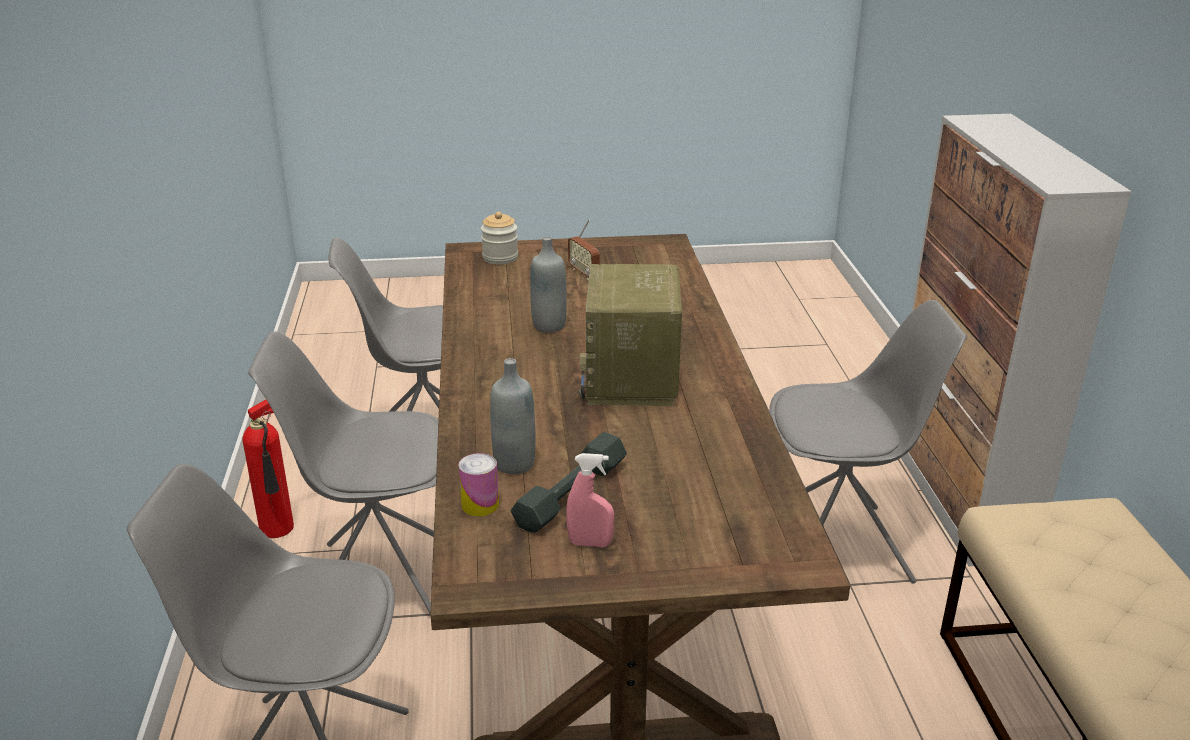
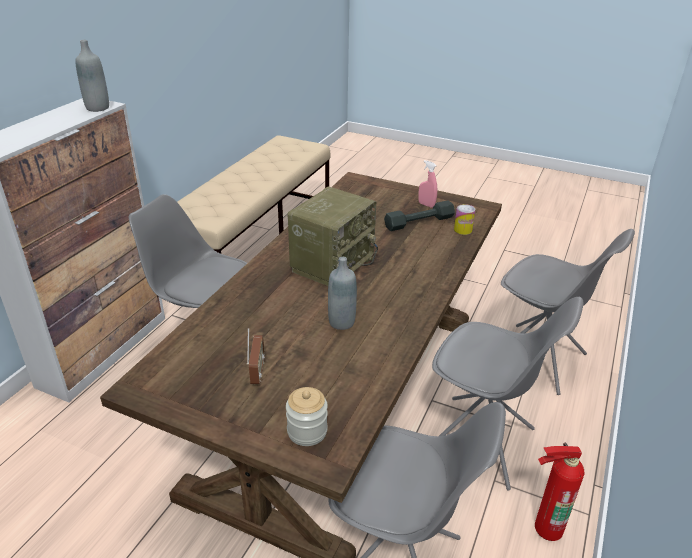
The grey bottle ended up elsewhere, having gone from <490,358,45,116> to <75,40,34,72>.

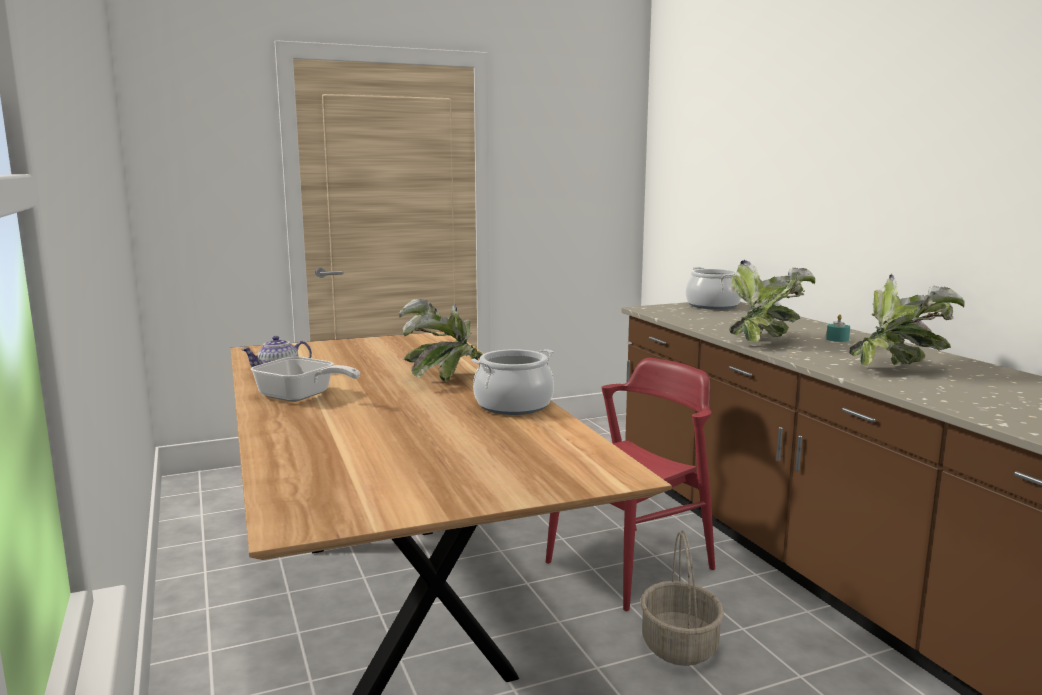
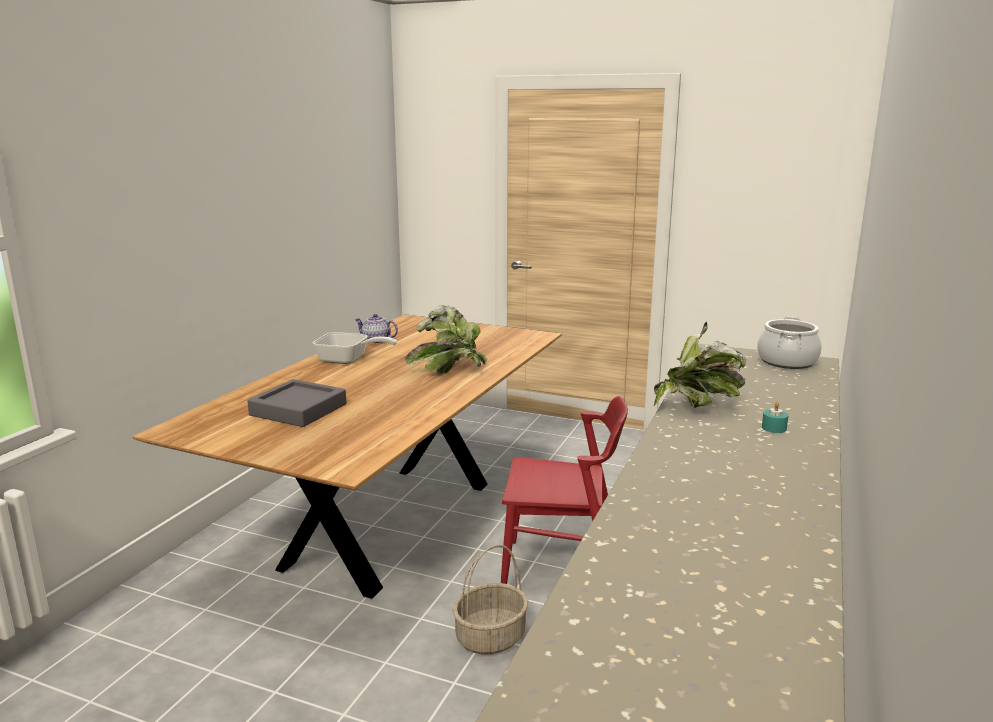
The second view lost the cooking pot at <472,349,82,66>.
The second view lost the potted plant at <849,274,115,92>.
The second view gained the grey tray at <247,379,99,48>.
The frying pan at <251,357,109,45> ended up facing another way, 60 degrees counterclockwise from before.

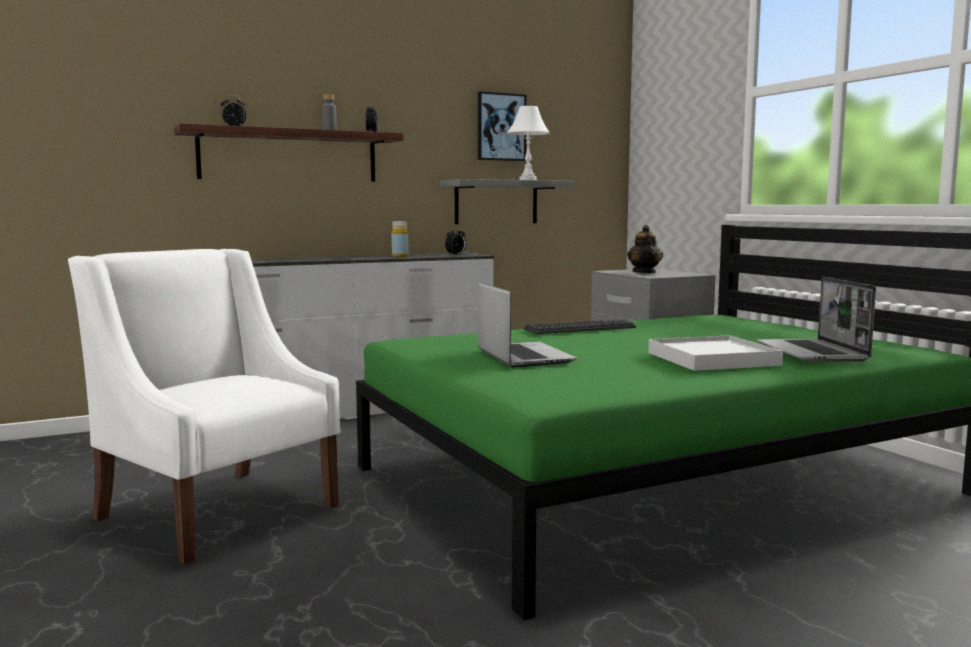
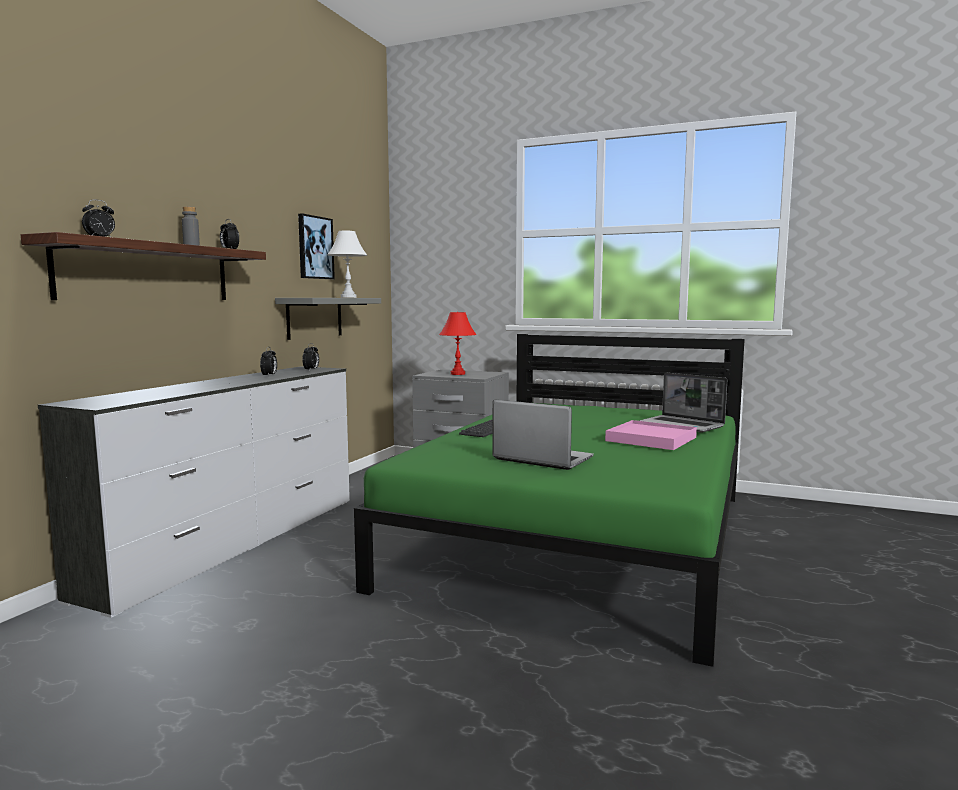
The second view lost the white armchair at <68,249,272,316>.
Where the yellow bottle stood at <392,221,16,36>, the alarm clock came to stand at <260,347,17,29>.
Where the teapot stood at <627,225,36,49>, the red table lamp came to stand at <439,312,37,63>.
What was the white tray at <649,335,134,36> turned into the pink tray at <605,420,92,30>.

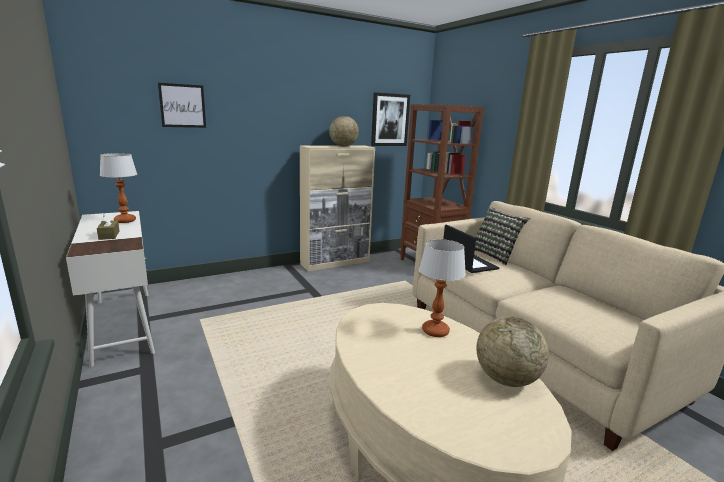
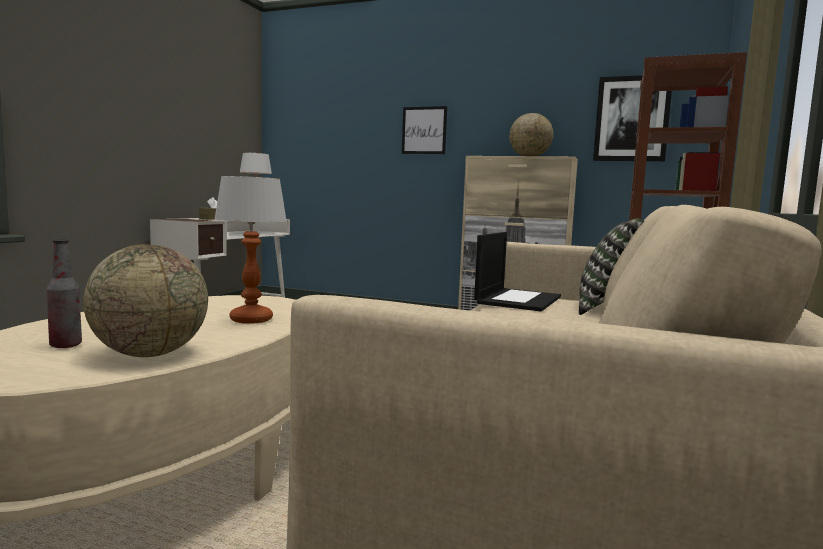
The second view gained the bottle at <47,239,35,109>.
The picture ended up elsewhere, having gone from <158,83,48,45> to <402,106,45,48>.

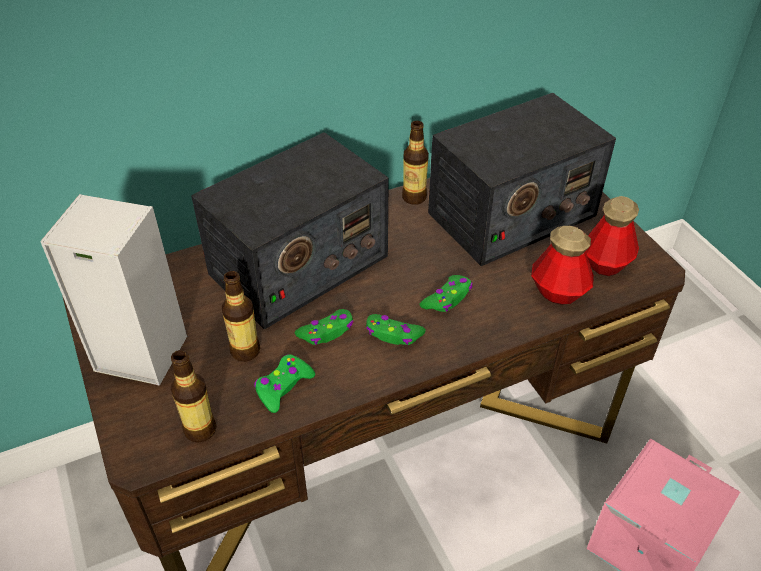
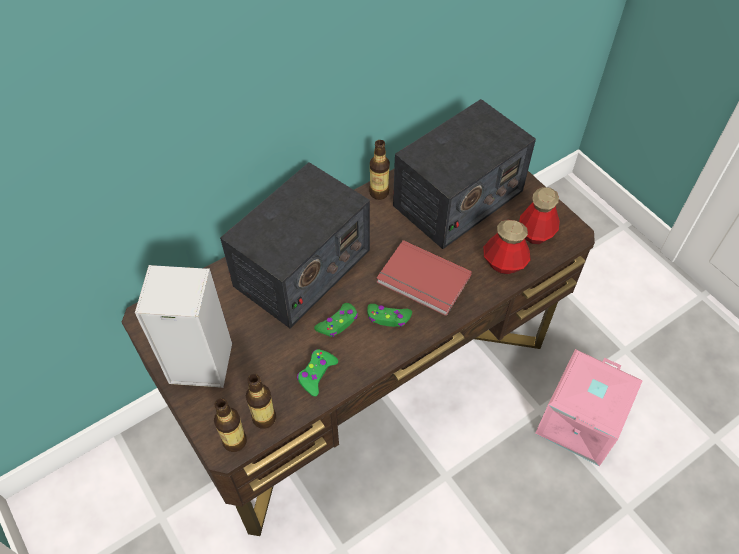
The bottle ended up elsewhere, having gone from <222,271,38,91> to <214,398,33,54>.
Where the green game controller stood at <420,275,53,37>, the red book came to stand at <376,240,96,76>.

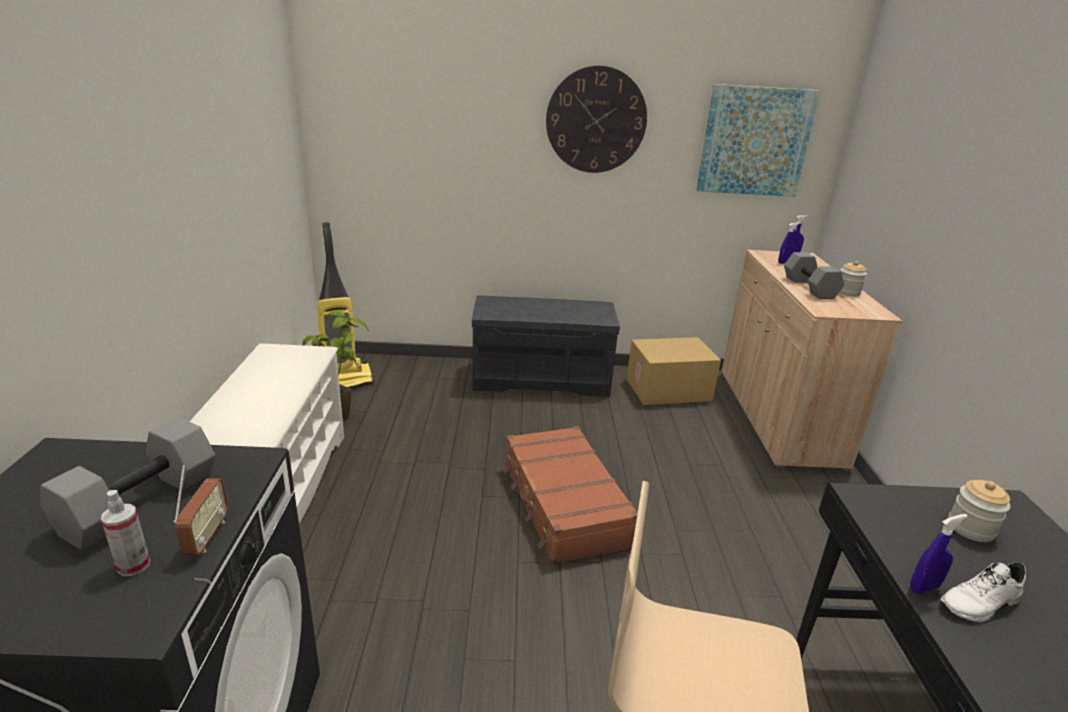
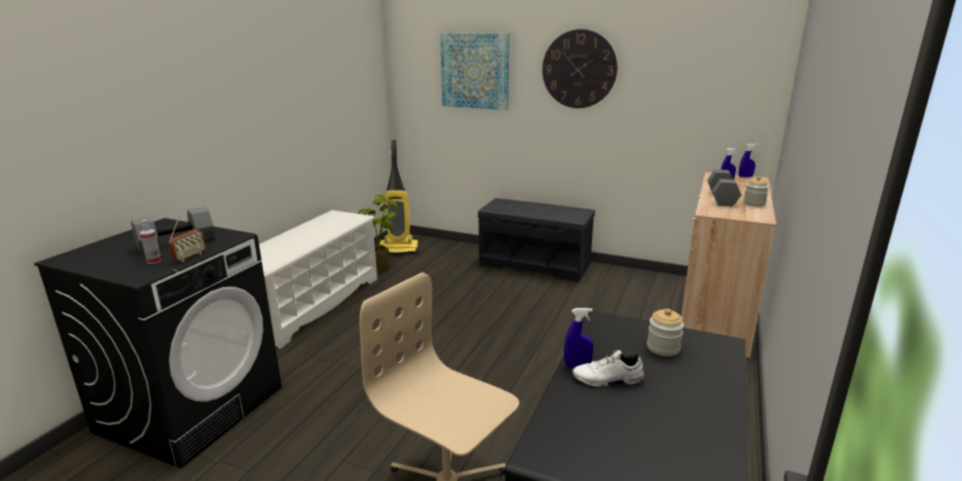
The second view lost the brown suitcase at <503,426,135,138>.
The second view lost the cardboard box at <626,337,95,68>.
The picture ended up elsewhere, having gone from <696,84,124,113> to <440,33,69,77>.

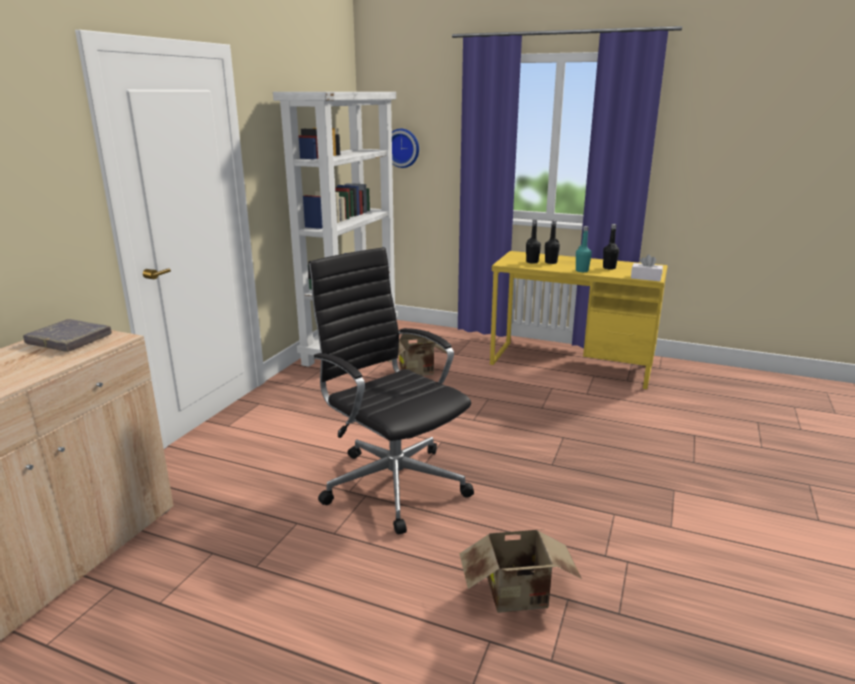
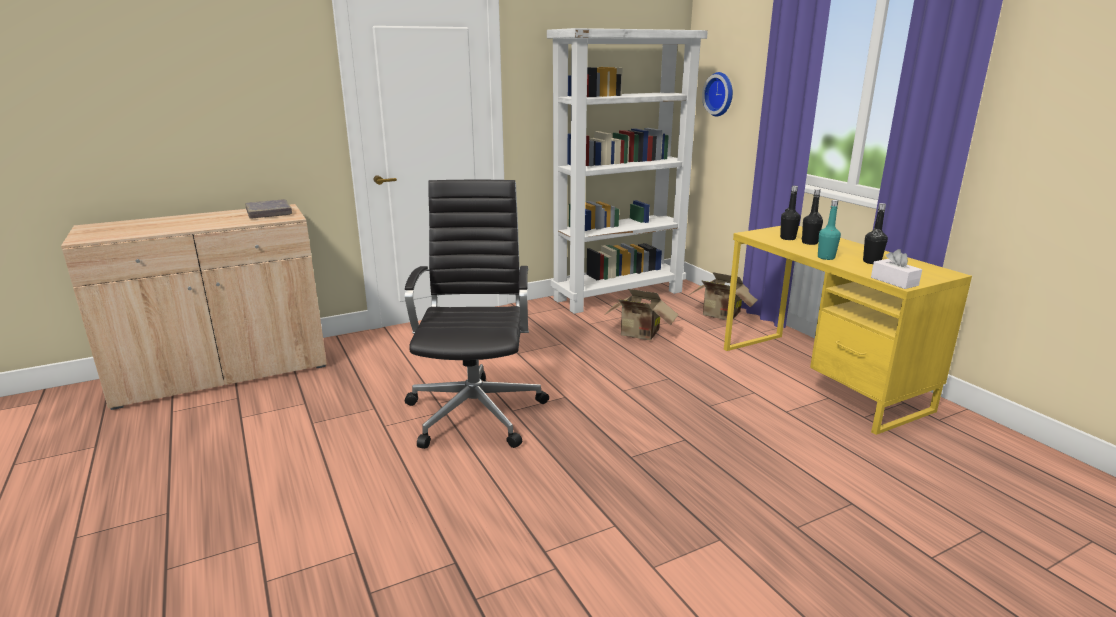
The cardboard box ended up elsewhere, having gone from <459,529,123,84> to <689,272,69,48>.

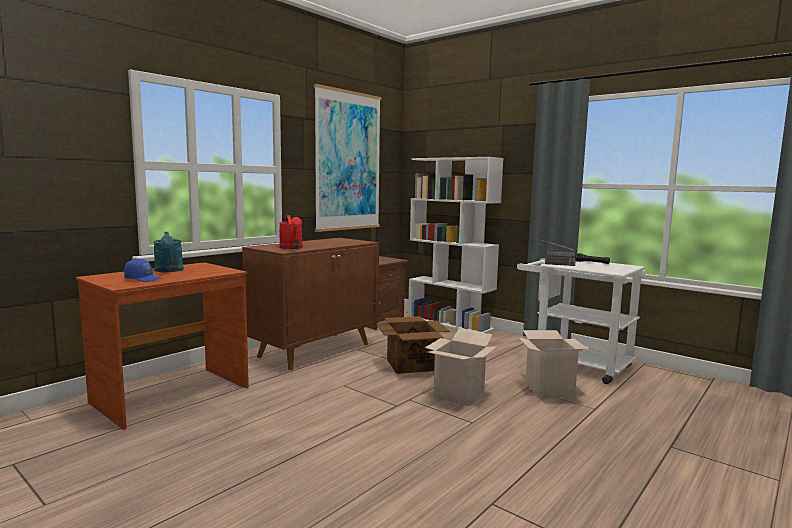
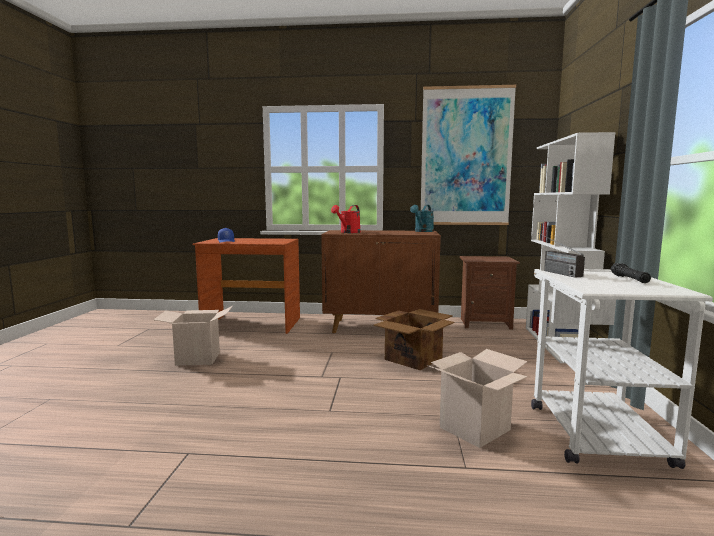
The turquoise watering can ended up elsewhere, having gone from <153,232,31,40> to <410,205,24,27>.
The cardboard box ended up elsewhere, having gone from <425,329,72,77> to <153,306,80,60>.

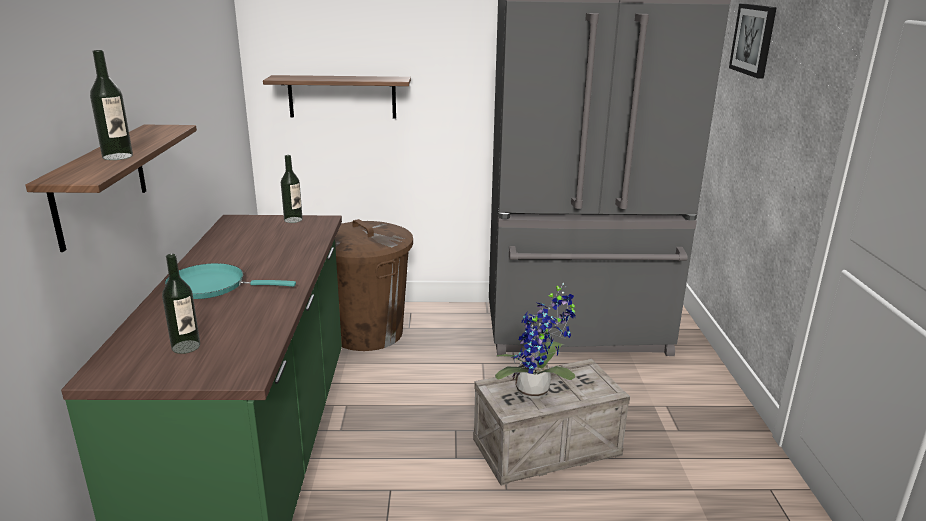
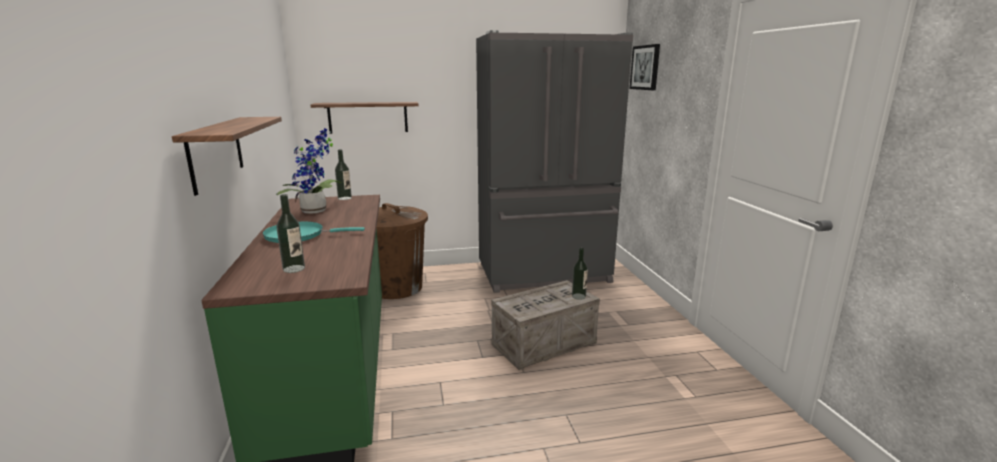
The bottle ended up elsewhere, having gone from <90,50,43,110> to <572,248,16,52>.
The potted plant ended up elsewhere, having gone from <495,283,81,116> to <276,128,66,85>.

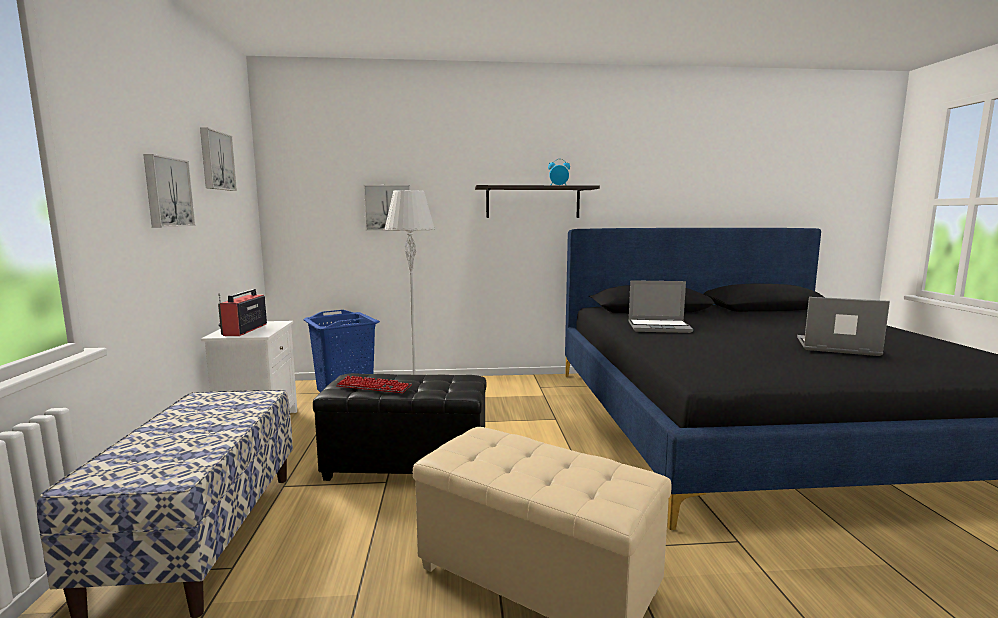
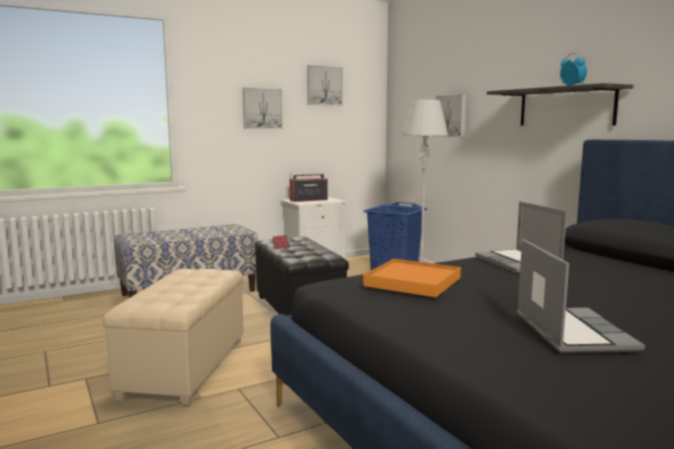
The second view gained the orange tray at <363,259,98,38>.

